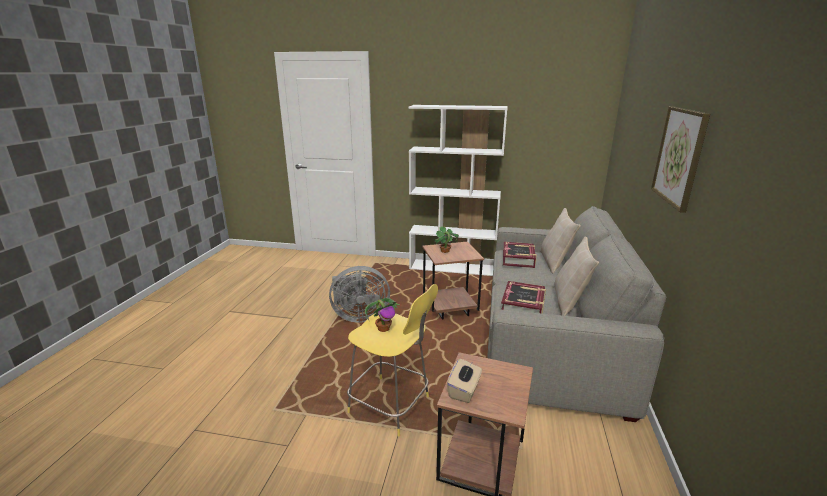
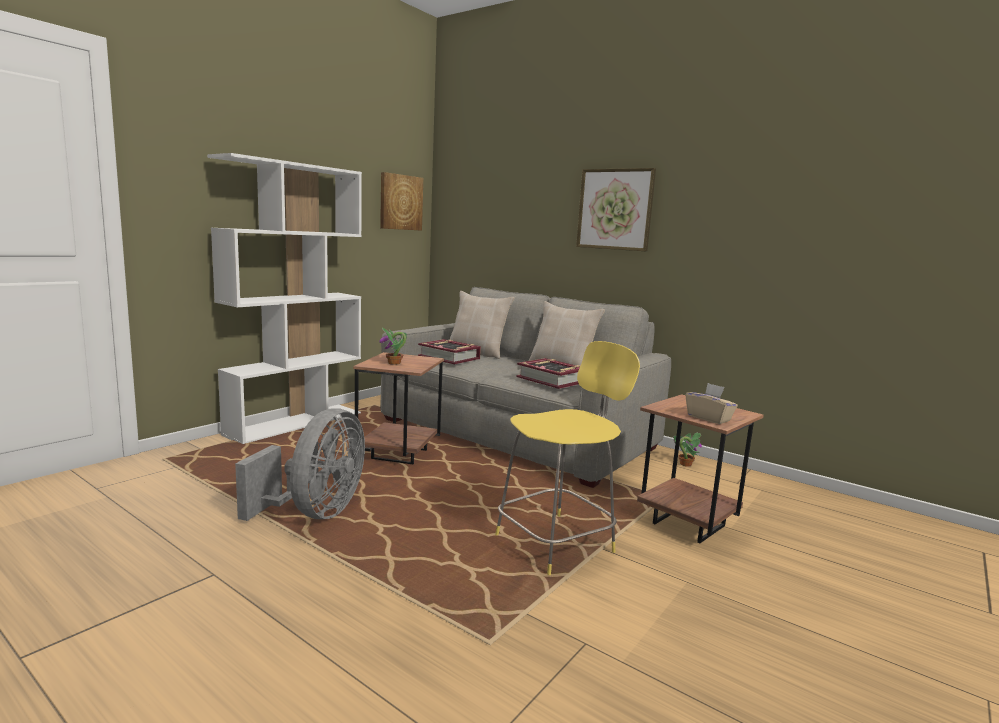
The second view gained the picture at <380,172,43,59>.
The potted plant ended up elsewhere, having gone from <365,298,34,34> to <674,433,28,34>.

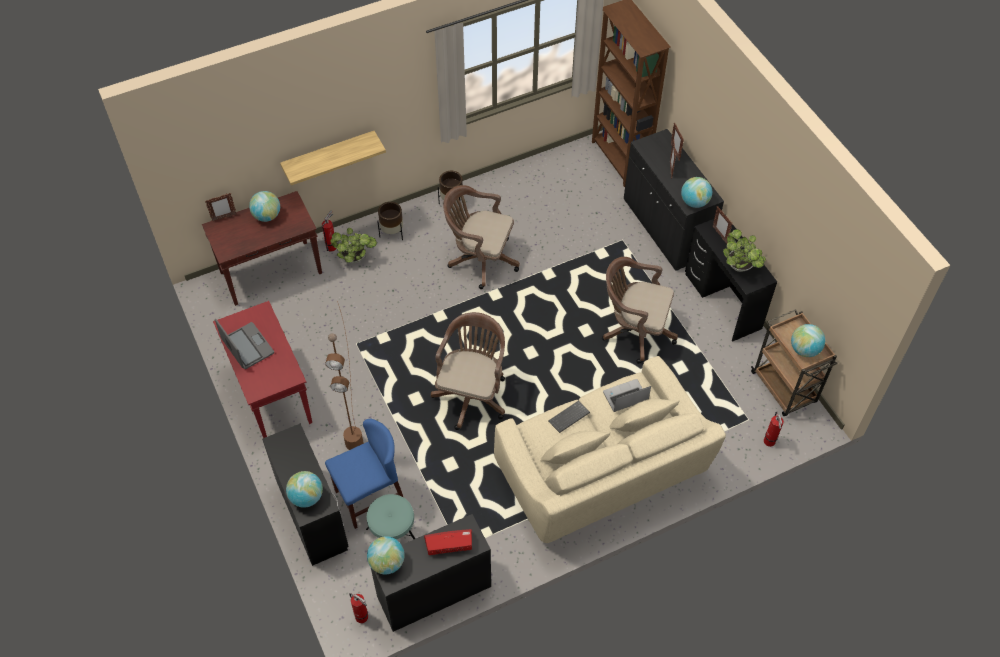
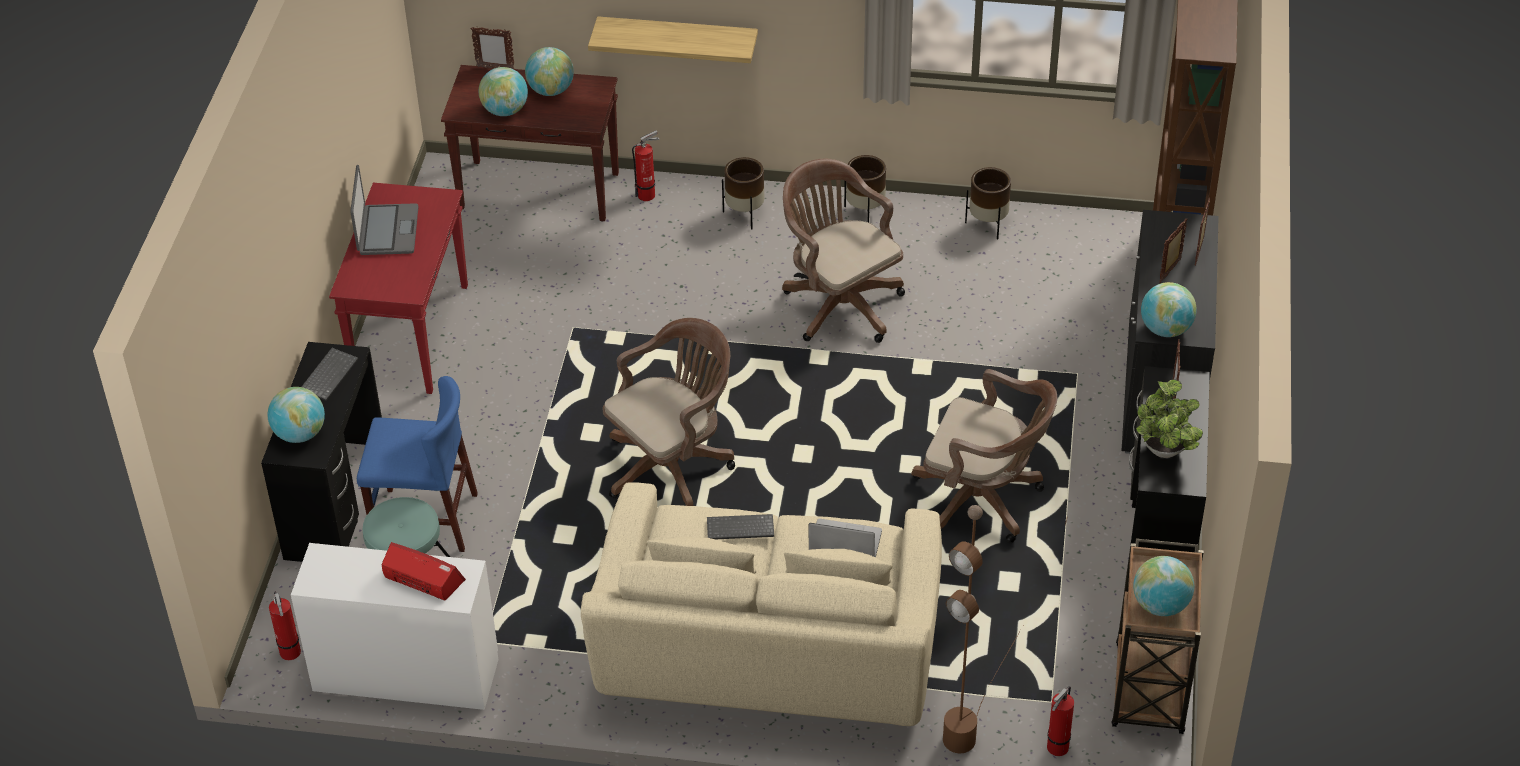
The second view lost the potted plant at <330,228,47,35>.
The second view gained the keyboard at <302,348,56,53>.
The second view gained the brown planter at <965,167,46,73>.
The brown floor lamp ended up elsewhere, having gone from <325,301,38,149> to <943,505,125,248>.
The globe ended up elsewhere, having gone from <367,536,38,39> to <479,67,49,49>.
What was the black desk at <371,514,120,118> turned into the white desk at <291,543,207,167>.
The brown office chair at <602,257,76,107> ended up facing another way, 150 degrees clockwise from before.

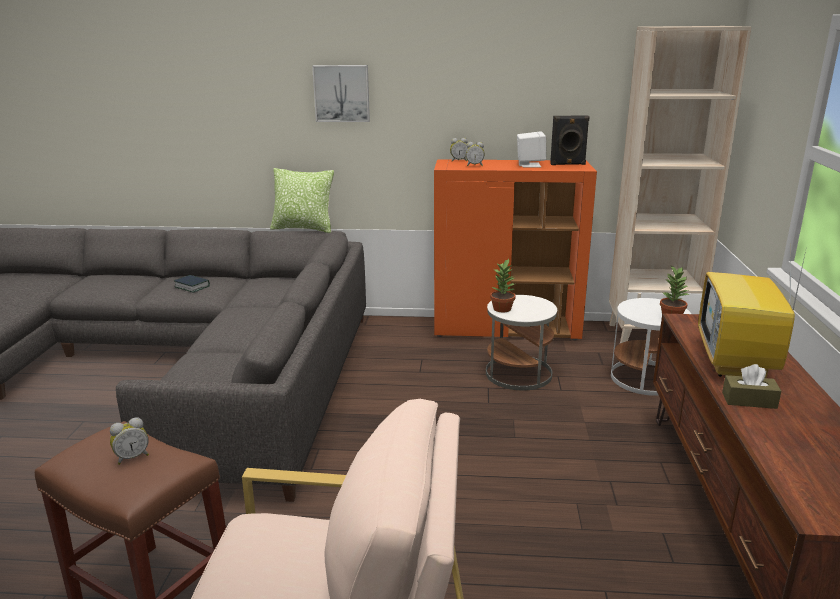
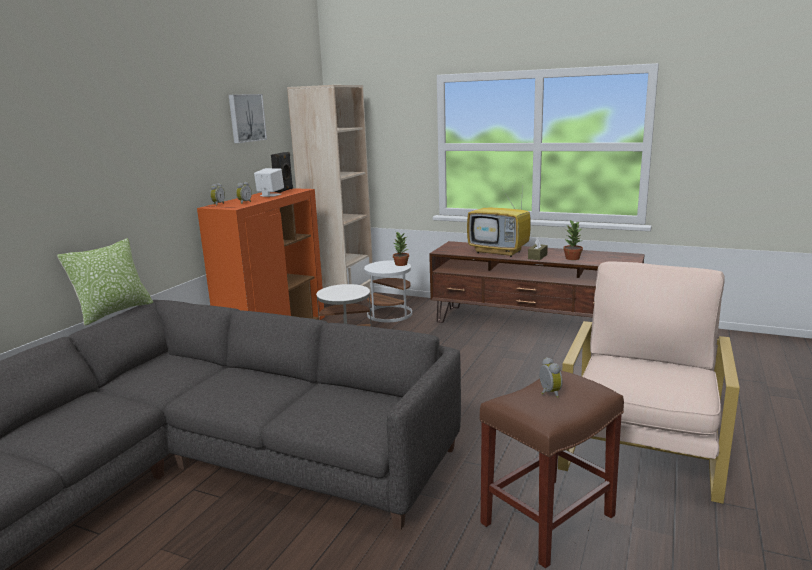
The second view lost the book at <174,275,36,18>.
The picture ended up elsewhere, having gone from <312,65,58,57> to <229,94,38,49>.
The potted plant ended up elsewhere, having gone from <490,259,26,53> to <563,220,20,40>.

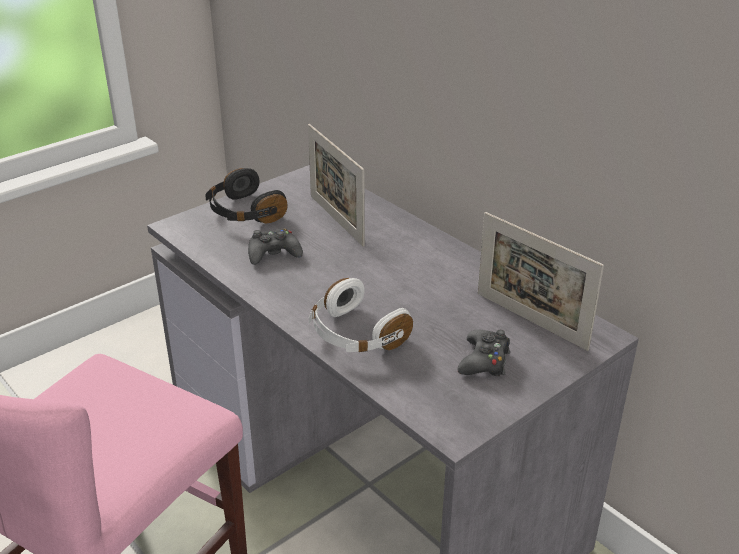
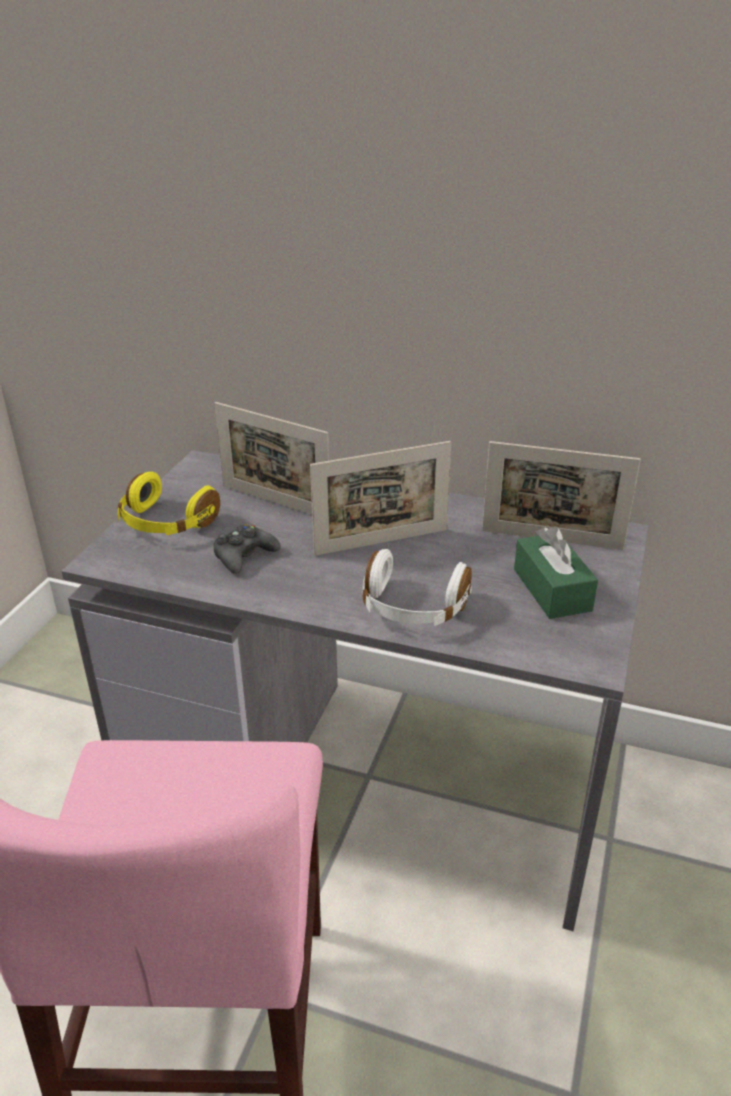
The second view gained the picture frame at <310,441,141,115>.
Where the black game controller stood at <458,330,52,46>, the green tissue box came to stand at <514,526,84,93>.
What was the black headphones at <205,168,83,55> turned into the yellow headphones at <118,472,102,63>.

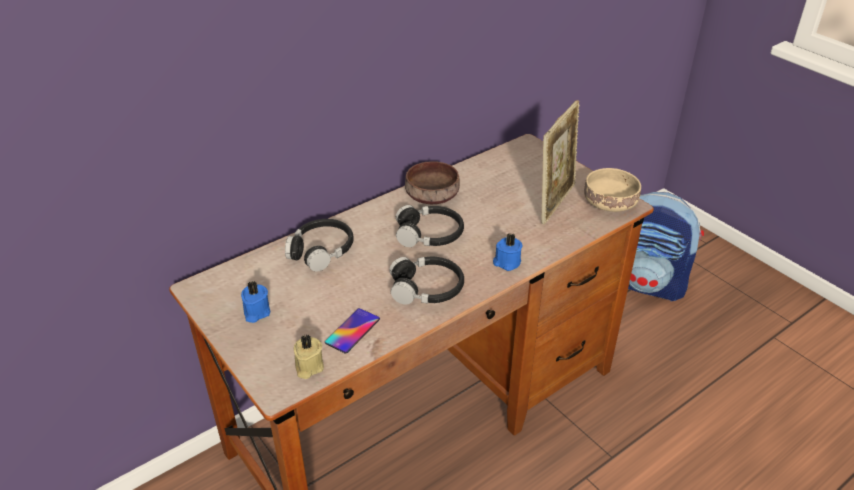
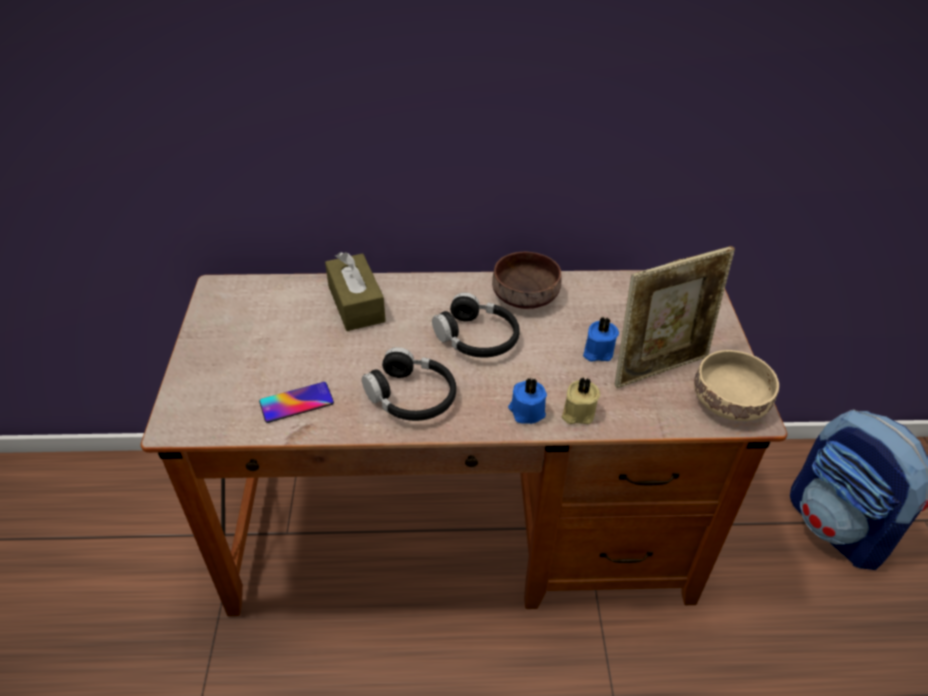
The blue candle ended up elsewhere, having gone from <241,281,29,42> to <583,317,36,45>.
The beige candle ended up elsewhere, having gone from <294,334,30,45> to <562,377,38,47>.
Where the black headphones stood at <285,219,69,53>, the brown tissue box came to stand at <325,252,61,79>.

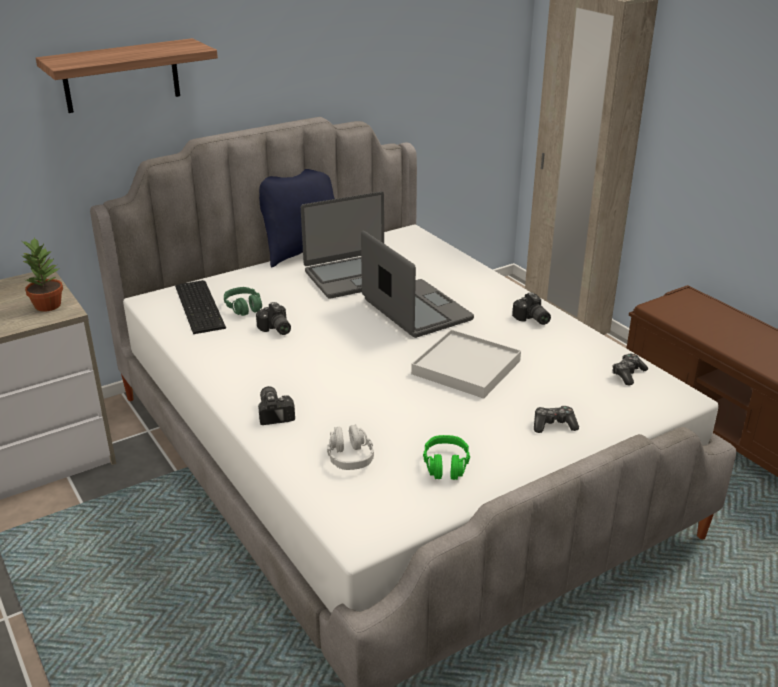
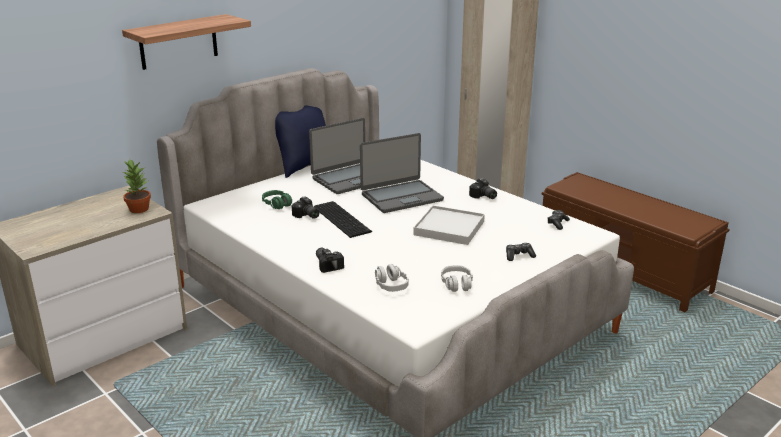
The keyboard ended up elsewhere, having gone from <175,280,51,54> to <314,201,58,37>.
What was the green headphones at <423,435,47,45> turned into the grey headphones at <441,265,32,27>.
The laptop at <361,230,113,108> ended up facing another way, 105 degrees clockwise from before.

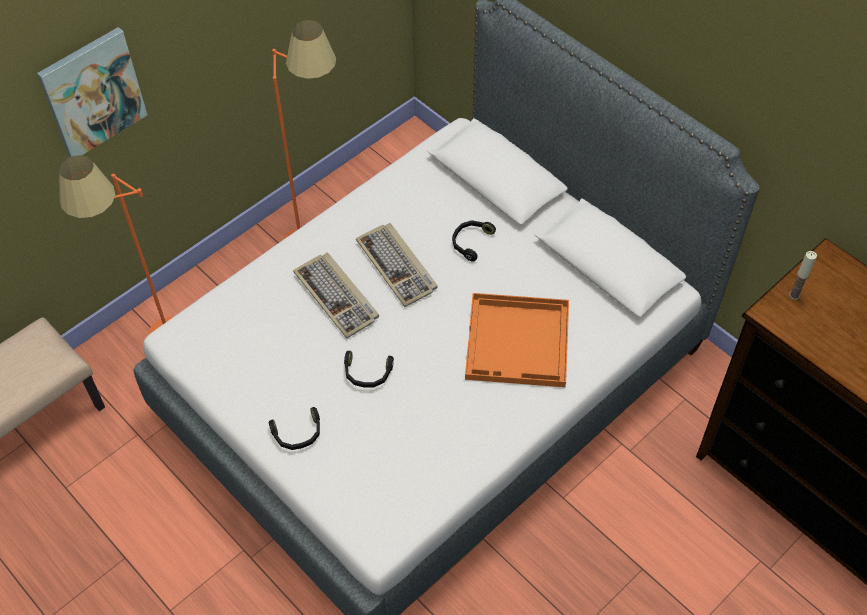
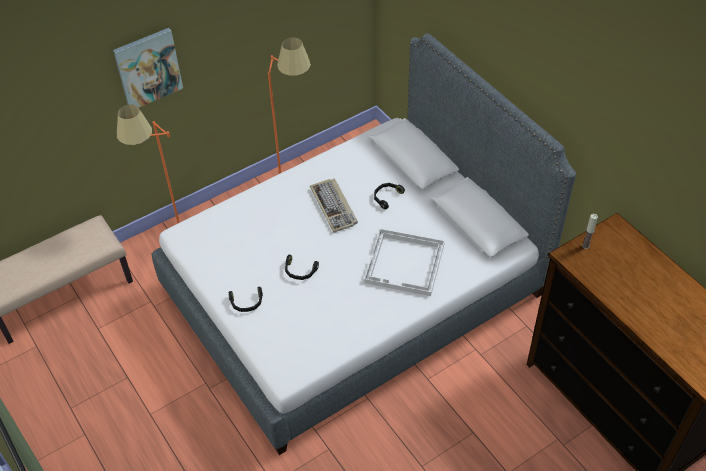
The second view lost the keyboard at <293,252,86,86>.
What was the orange tray at <465,293,104,94> turned into the white tray at <364,229,81,67>.

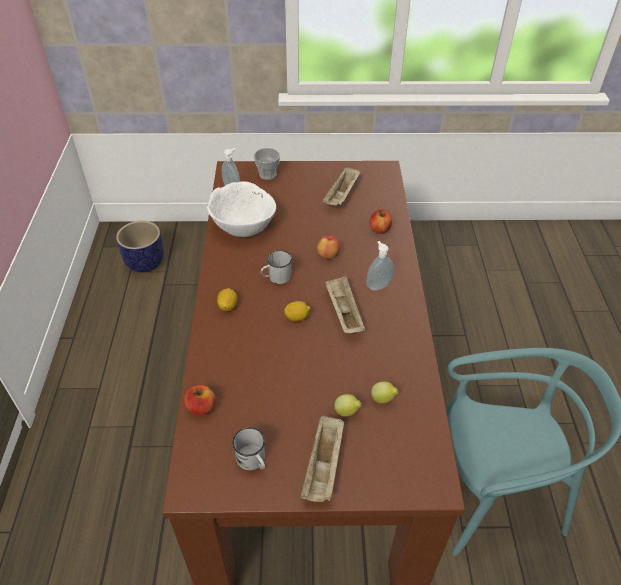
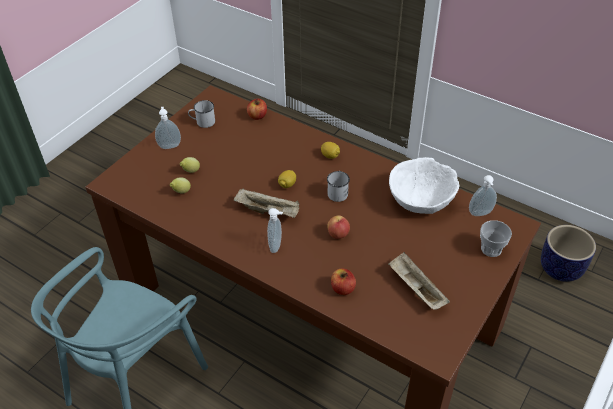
Where the beige tray stood at <300,415,44,87>, the soap dispenser came to stand at <155,107,26,42>.

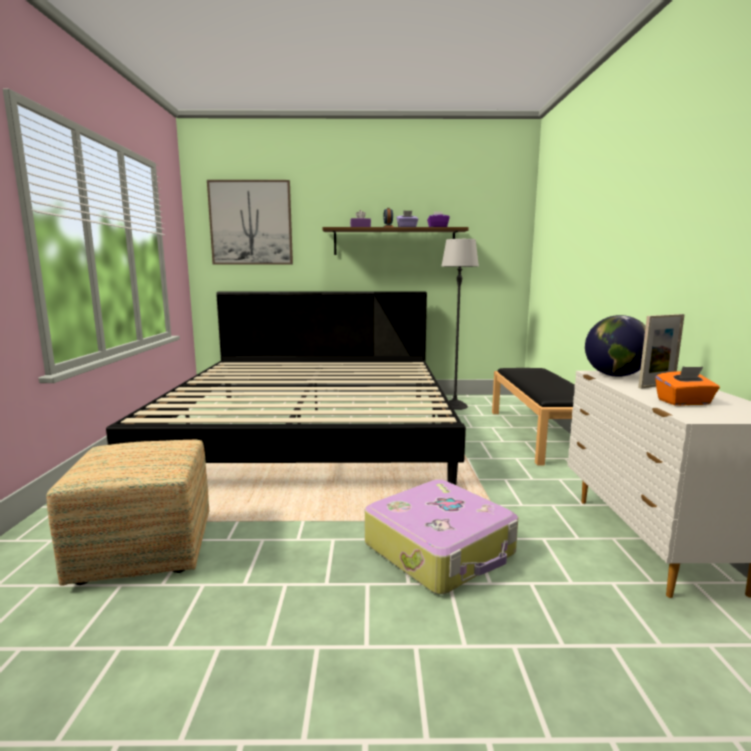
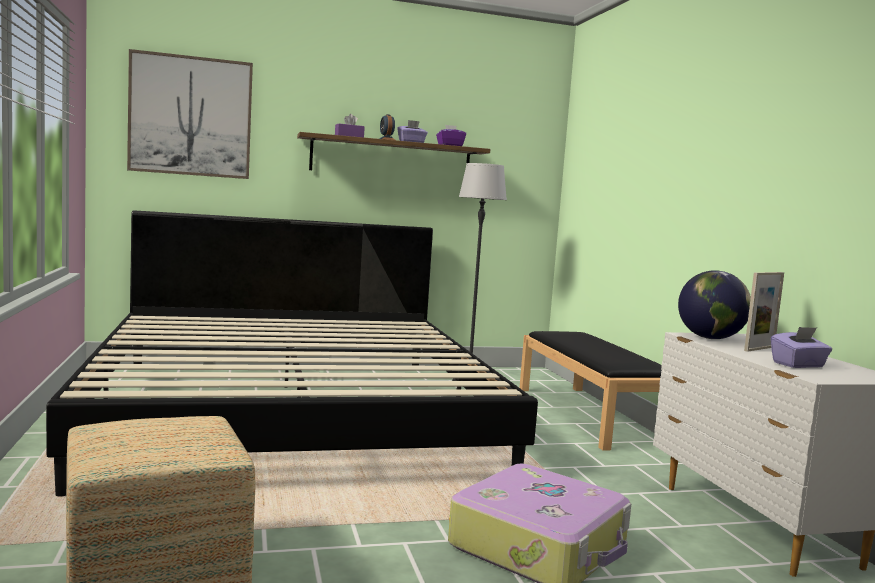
What was the orange tissue box at <655,367,65,39> turned into the purple tissue box at <771,327,61,41>.

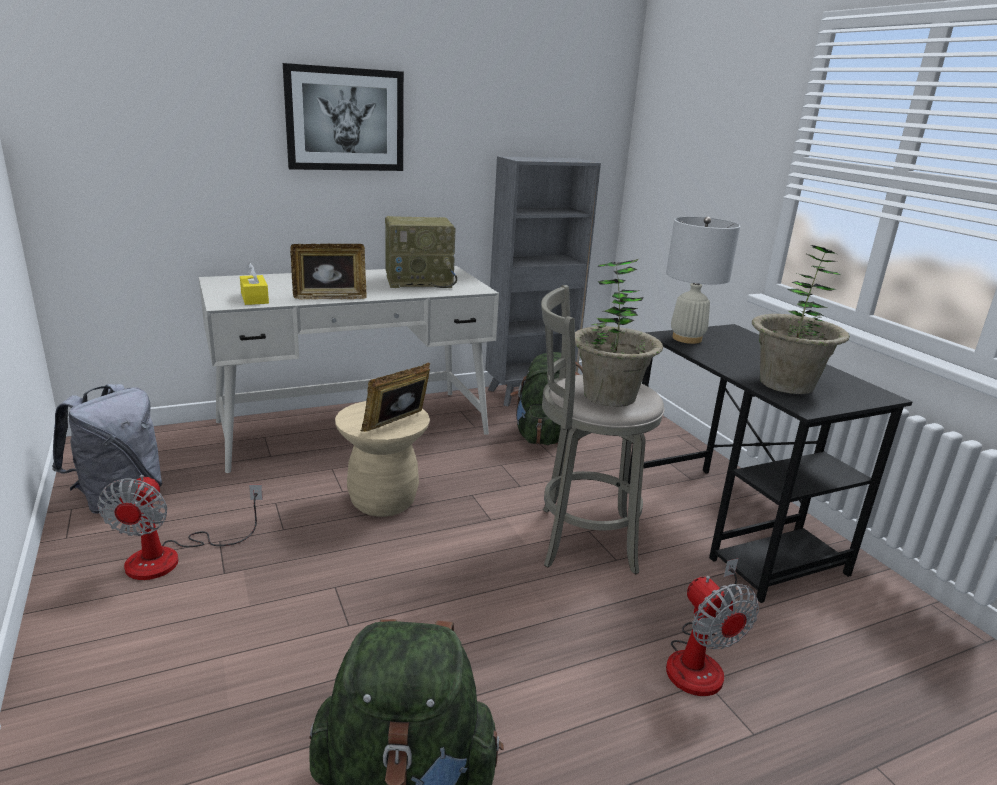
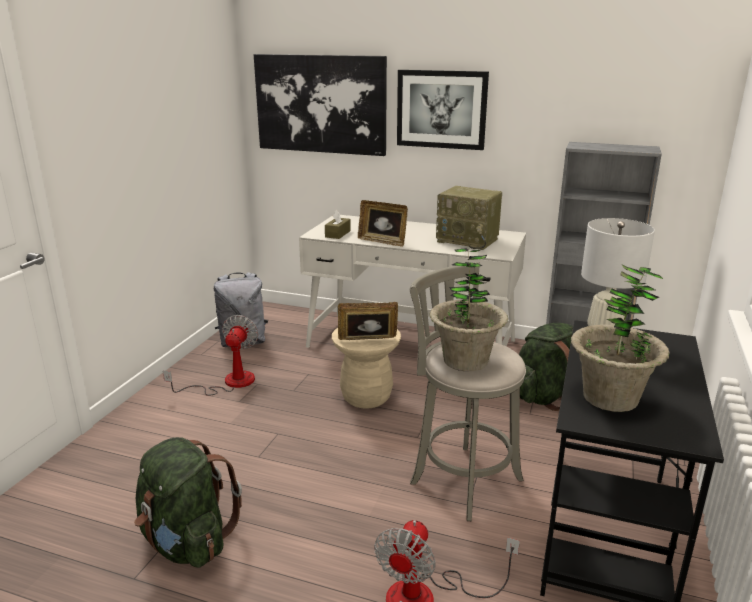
The second view gained the picture at <254,54,133,102>.
What was the yellow tissue box at <240,263,29,42> turned into the brown tissue box at <325,209,26,30>.
The fan at <97,475,166,105> ended up facing another way, 150 degrees clockwise from before.

